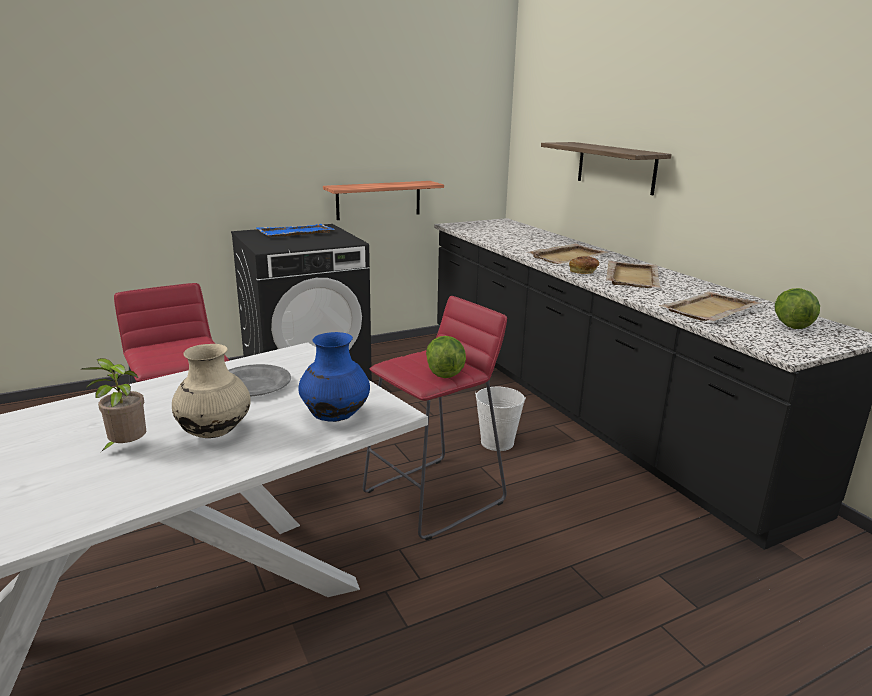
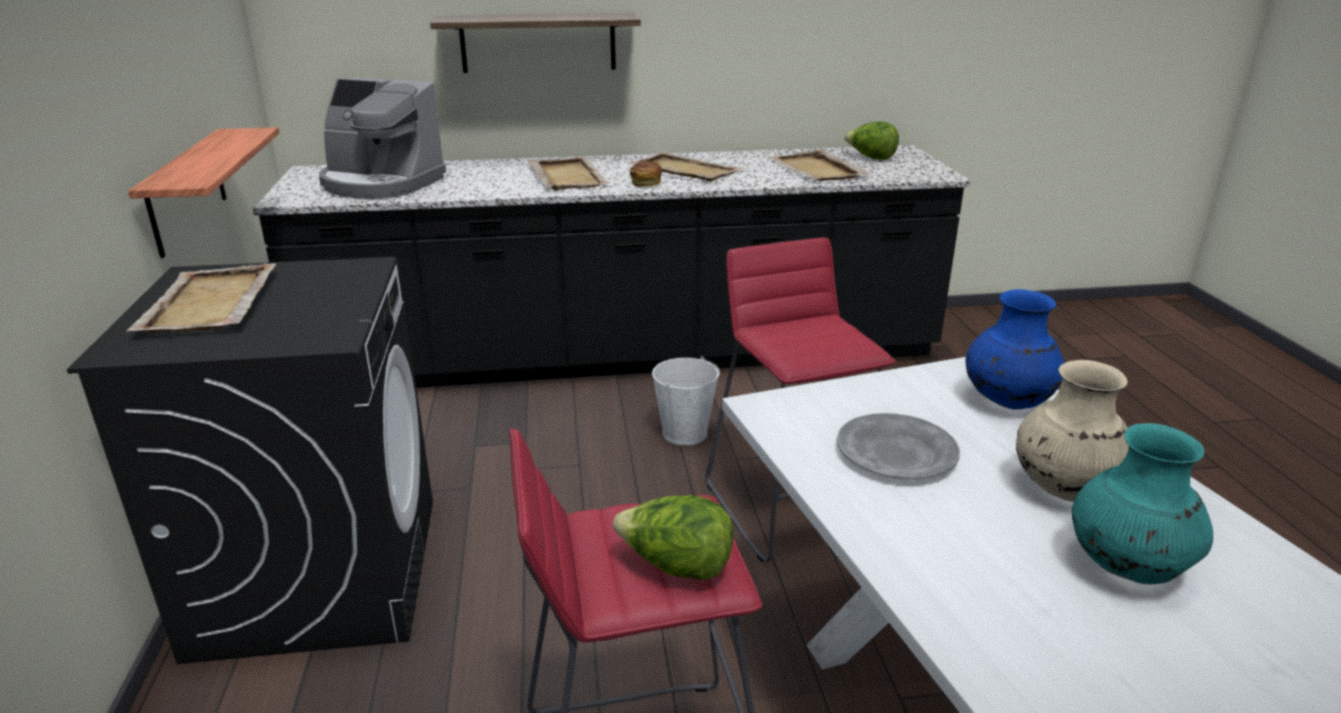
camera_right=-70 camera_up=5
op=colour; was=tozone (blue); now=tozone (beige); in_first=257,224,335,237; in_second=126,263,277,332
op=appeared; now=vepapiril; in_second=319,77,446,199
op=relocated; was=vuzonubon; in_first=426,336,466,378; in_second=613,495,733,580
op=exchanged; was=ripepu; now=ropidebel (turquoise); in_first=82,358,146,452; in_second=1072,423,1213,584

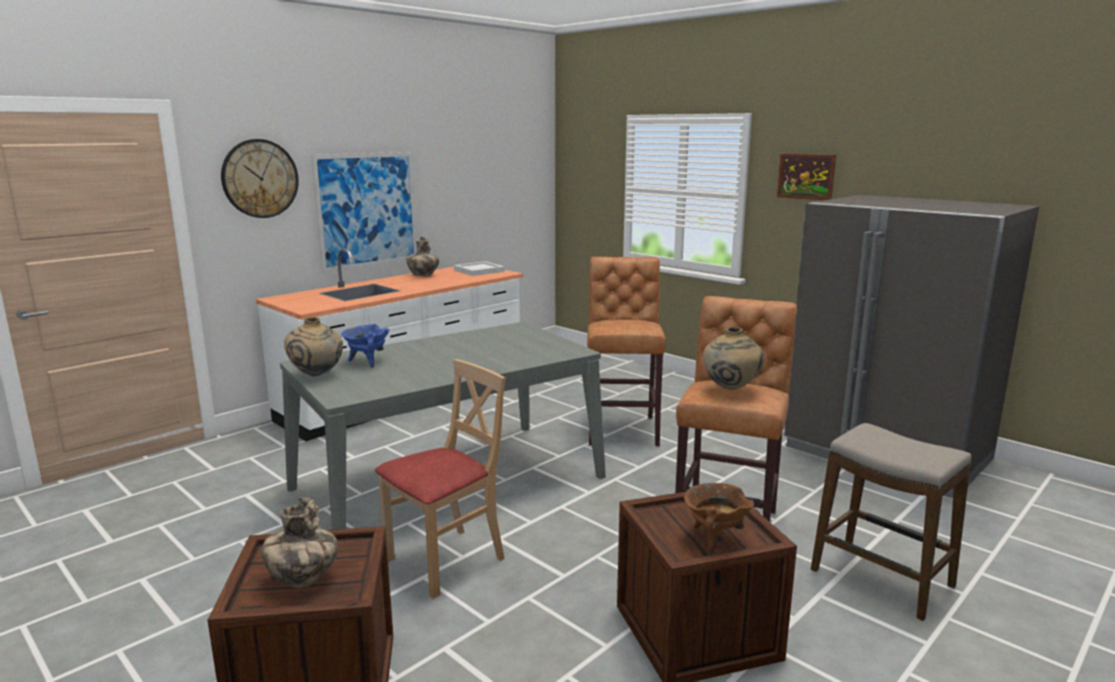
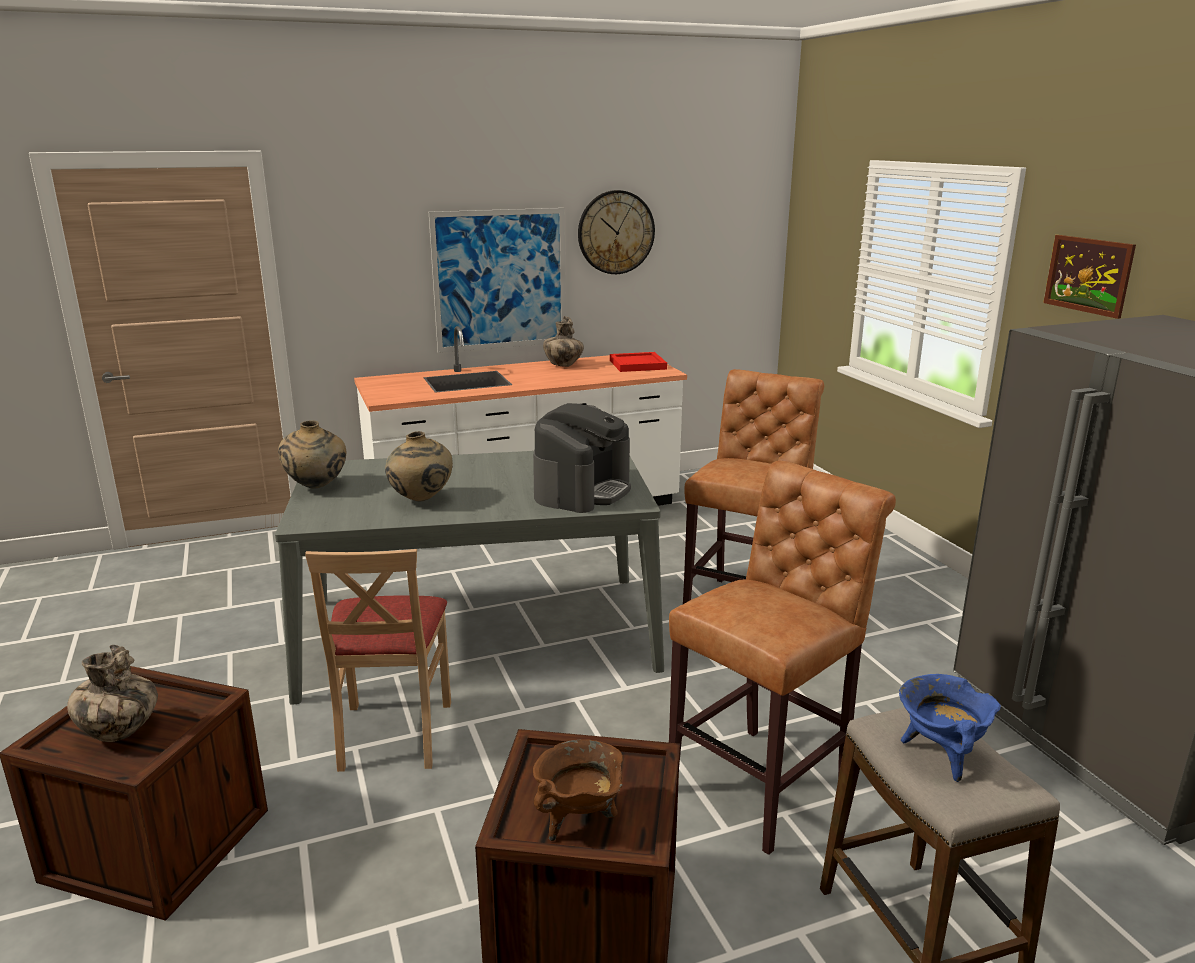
camera_right=25 camera_up=5
op=spun; was=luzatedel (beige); in_first=375,359,505,599; in_second=305,549,451,772; clockwise=105
op=relocated; was=ropidebel (beige); in_first=703,327,765,390; in_second=385,431,453,501
op=appeared; now=vepapiril; in_second=533,403,631,513
op=relocated; was=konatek; in_first=221,139,299,218; in_second=578,190,655,274
op=colour; was=tozone (white); now=tozone (red); in_first=454,261,505,276; in_second=610,352,667,372
op=relocated; was=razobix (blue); in_first=341,324,390,368; in_second=899,674,1001,782

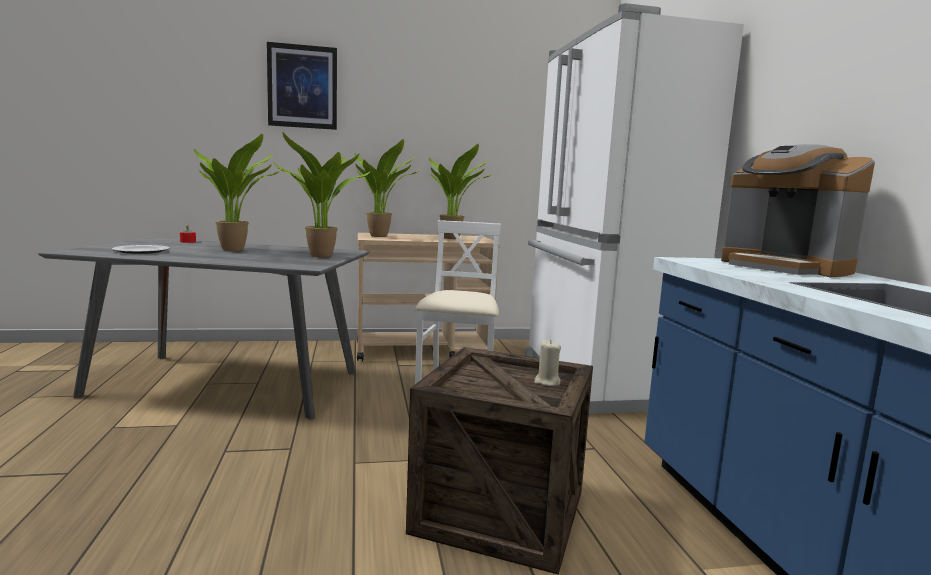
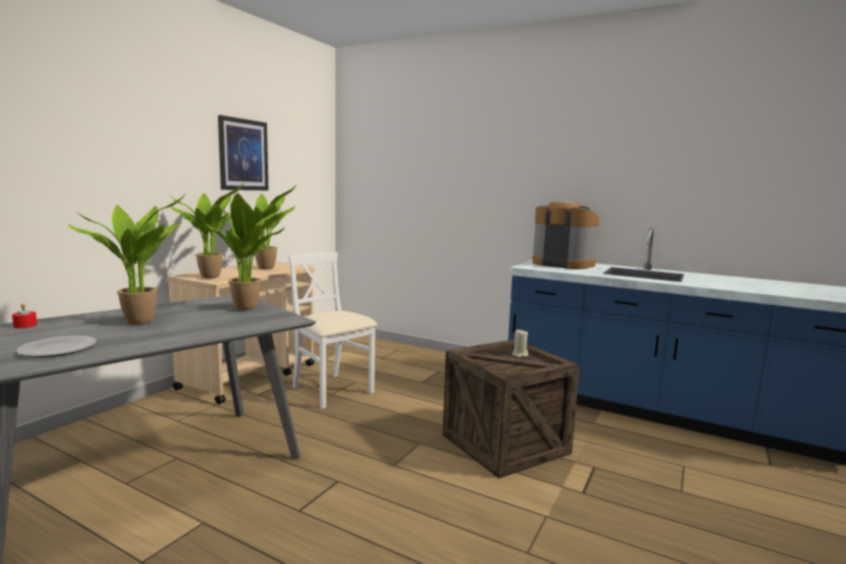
camera_right=-50 camera_up=0
op=relocated; was=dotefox; in_first=267,42,337,130; in_second=218,115,268,190
op=spun; was=vepapiril; in_first=721,144,875,277; in_second=532,200,600,269; clockwise=-150
op=missing; was=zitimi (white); in_first=525,3,744,414

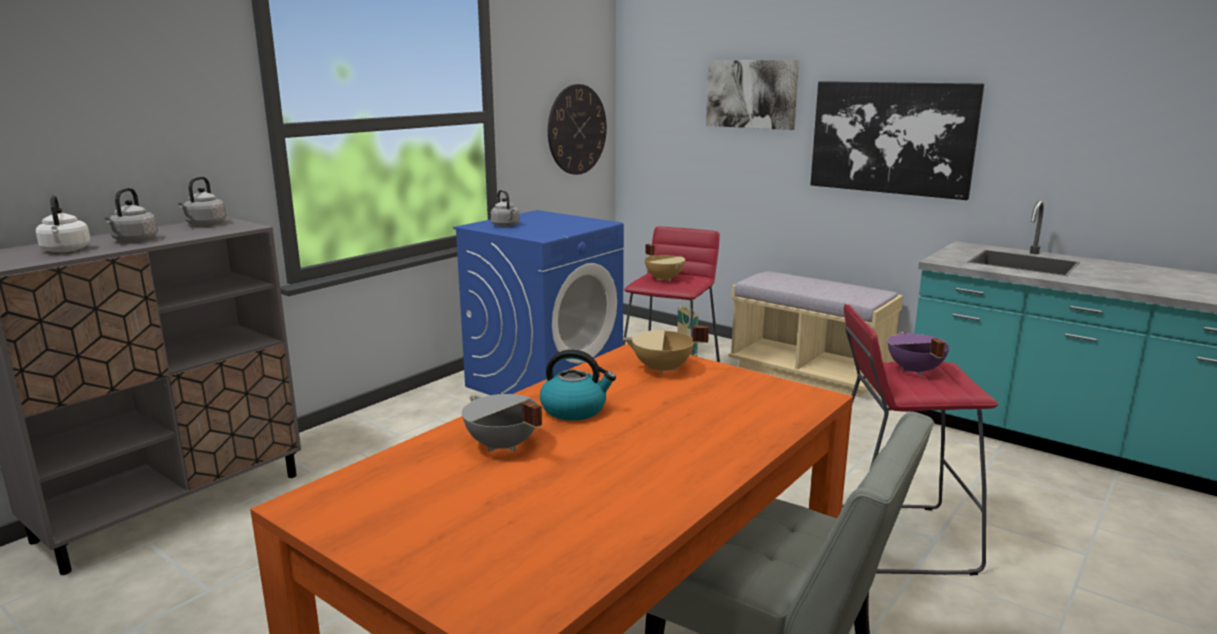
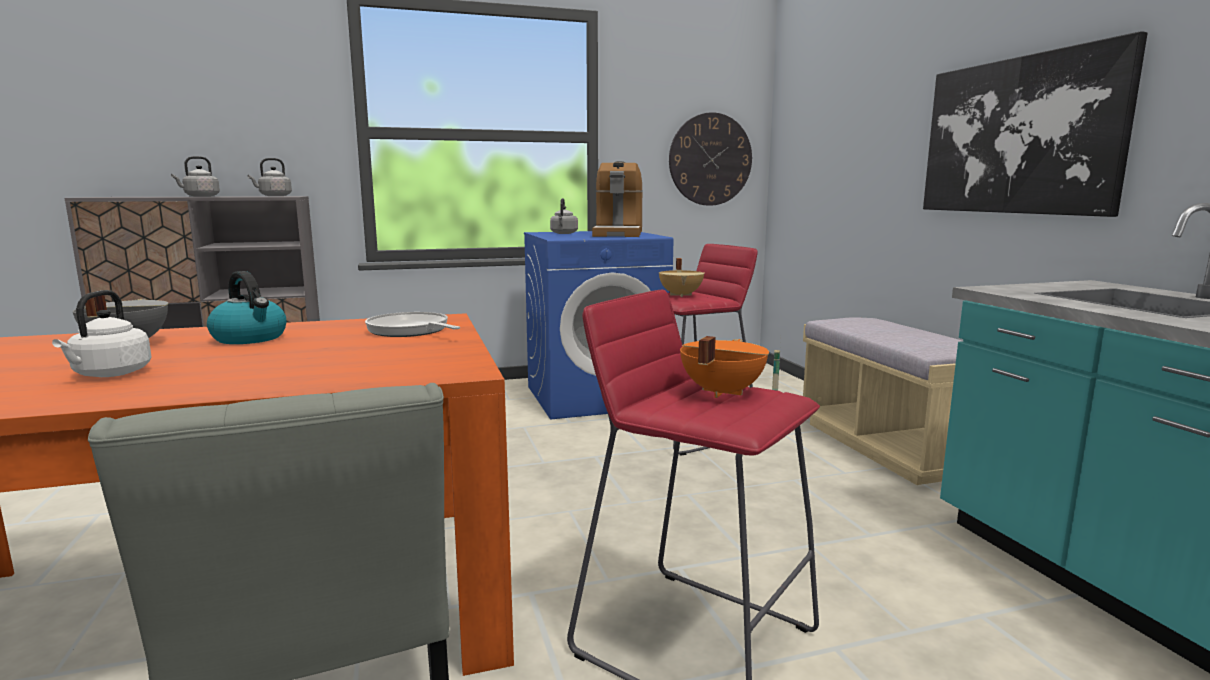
camera_right=35 camera_up=-5
op=relocated; was=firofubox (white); in_first=36,195,91,252; in_second=52,290,152,377
op=exchanged; was=razobix (beige); now=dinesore; in_first=624,325,709,375; in_second=365,312,460,337
op=appeared; now=vepapiril; in_second=592,161,643,237
op=colour; was=razobix (purple); now=razobix (orange); in_first=887,331,950,376; in_second=680,336,769,398
op=missing; was=dotefox; in_first=706,60,799,130

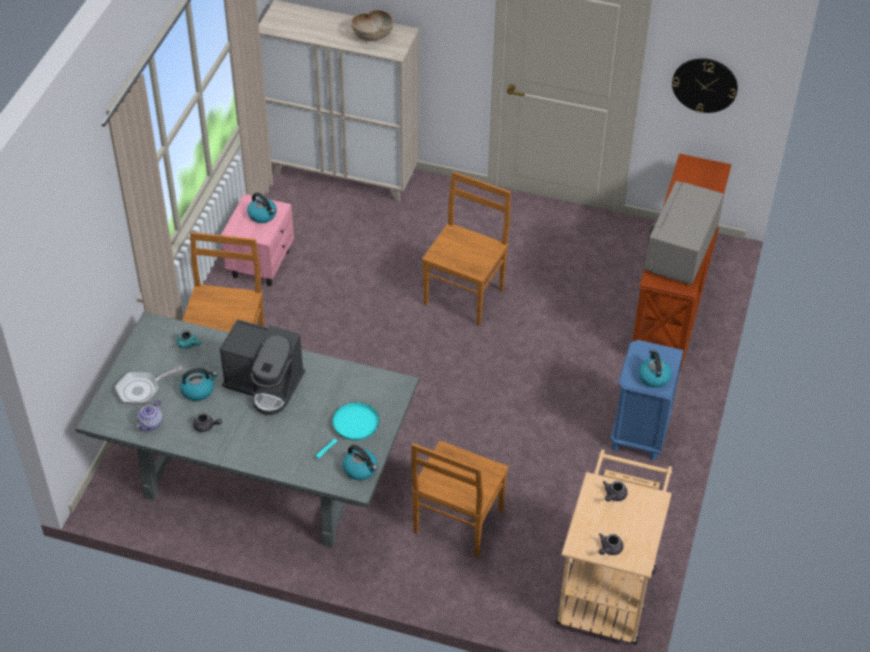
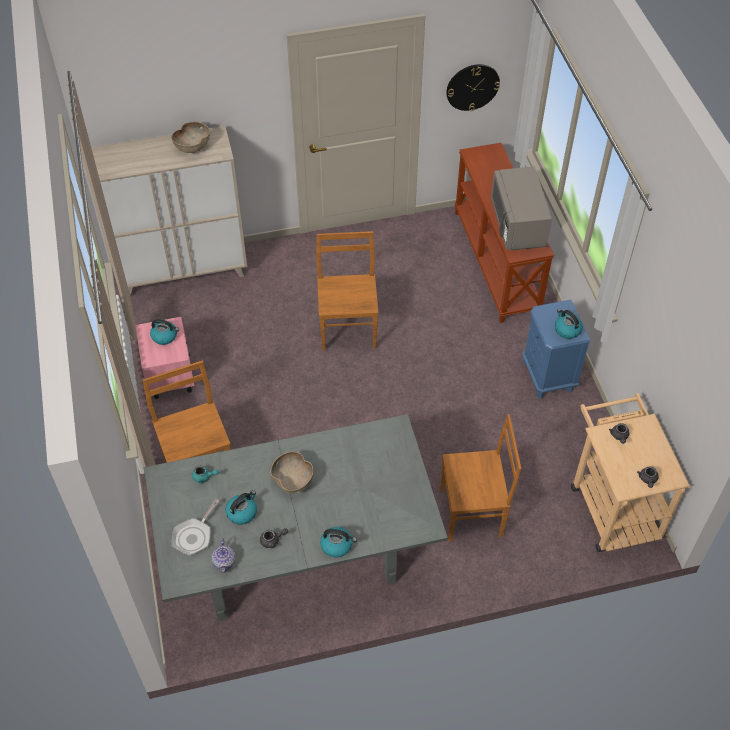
camera_right=-30 camera_up=5
op=exchanged; was=vepapiril; now=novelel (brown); in_first=220,319,305,415; in_second=270,451,314,494
op=relocated; was=firofubox; in_first=342,445,378,480; in_second=320,527,357,557
op=spun; was=luzatedel (brown); in_first=411,441,509,558; in_second=440,414,521,542; clockwise=-90
op=missing; was=dinesore (turquoise); in_first=316,402,379,459

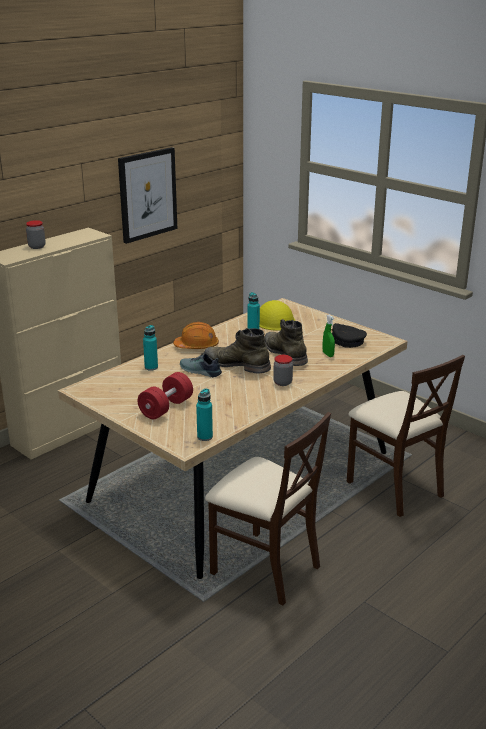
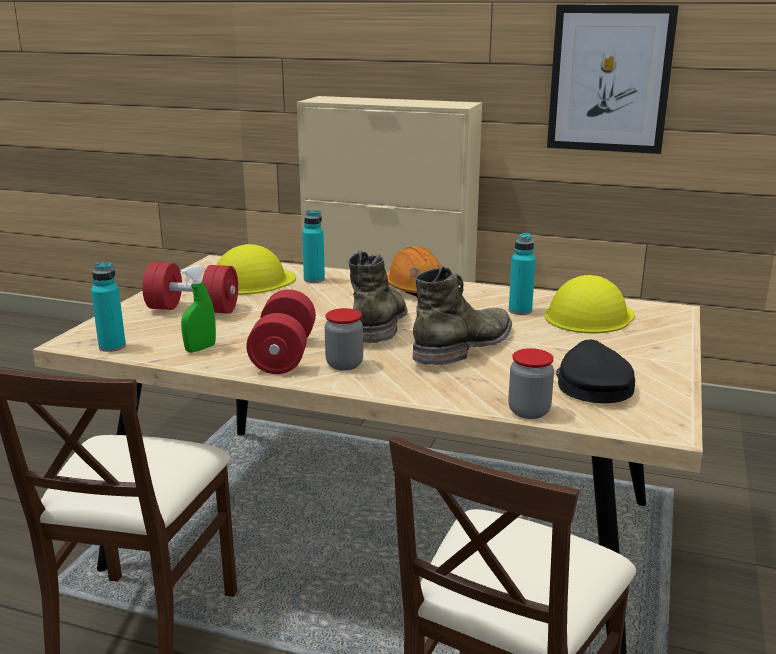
camera_right=65 camera_up=-5
op=relocated; was=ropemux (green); in_first=323,315,335,357; in_second=180,265,216,353
op=appeared; now=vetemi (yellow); in_second=217,244,296,295
op=appeared; now=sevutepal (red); in_second=246,289,316,374
op=relocated; was=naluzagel; in_first=26,220,46,249; in_second=508,348,554,419
op=missing; was=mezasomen; in_first=180,353,222,377

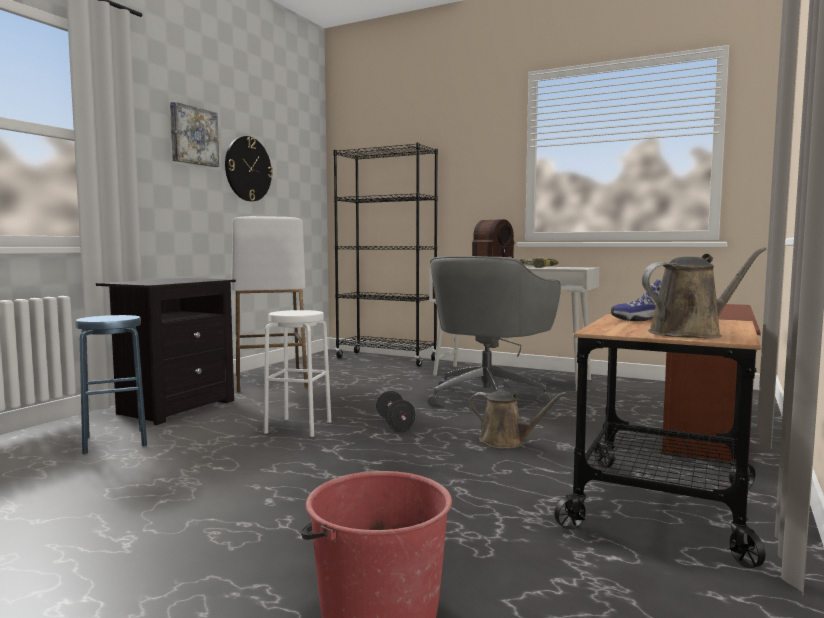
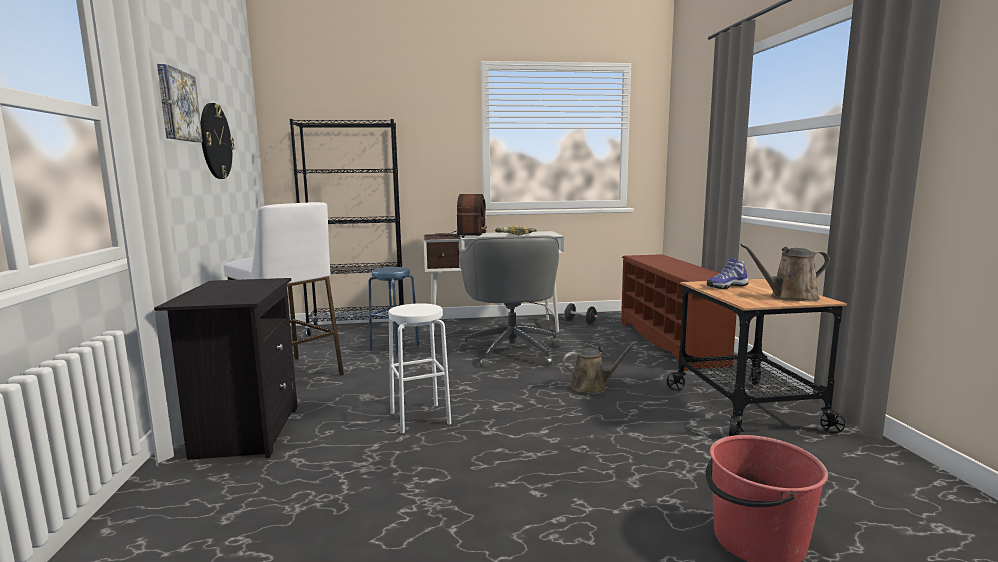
camera_right=-35 camera_up=5
op=relocated; was=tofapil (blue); in_first=75,315,147,454; in_second=369,267,419,356
op=relocated; was=sevutepal (black); in_first=376,391,416,430; in_second=564,303,598,325
op=spun; was=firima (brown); in_first=642,247,766,339; in_second=740,244,830,301; clockwise=-135

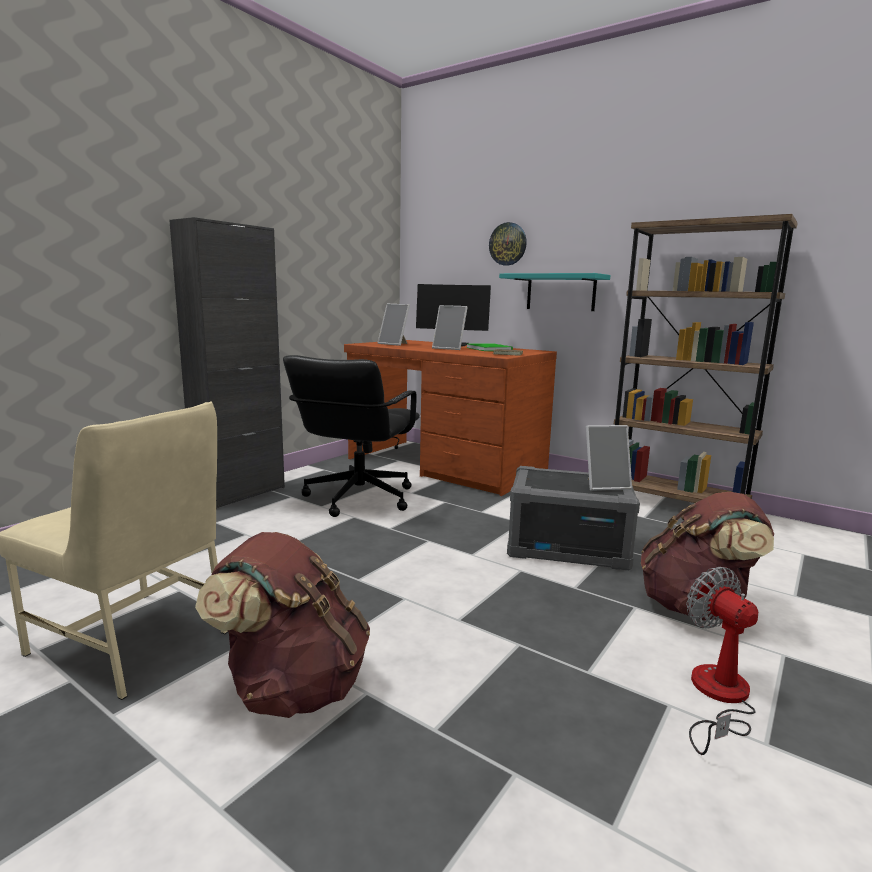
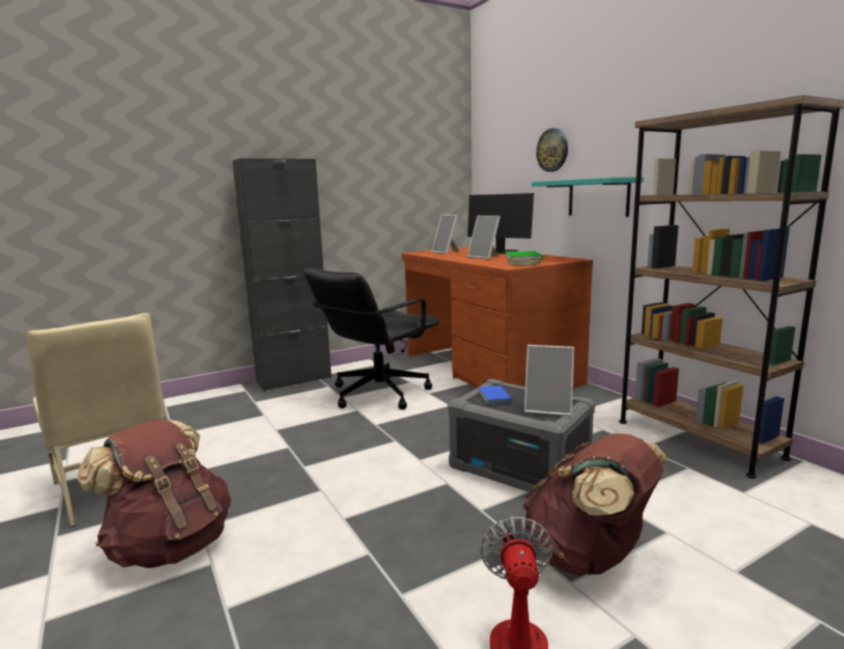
camera_right=25 camera_up=0
op=appeared; now=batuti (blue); in_second=478,385,512,404

